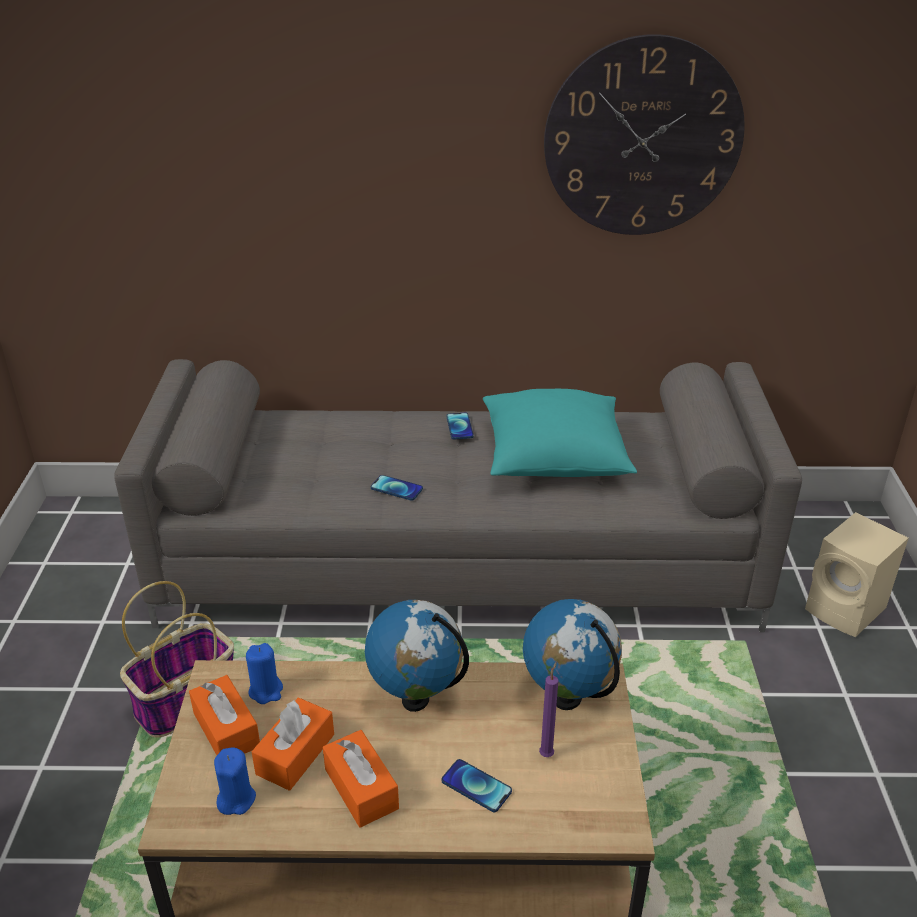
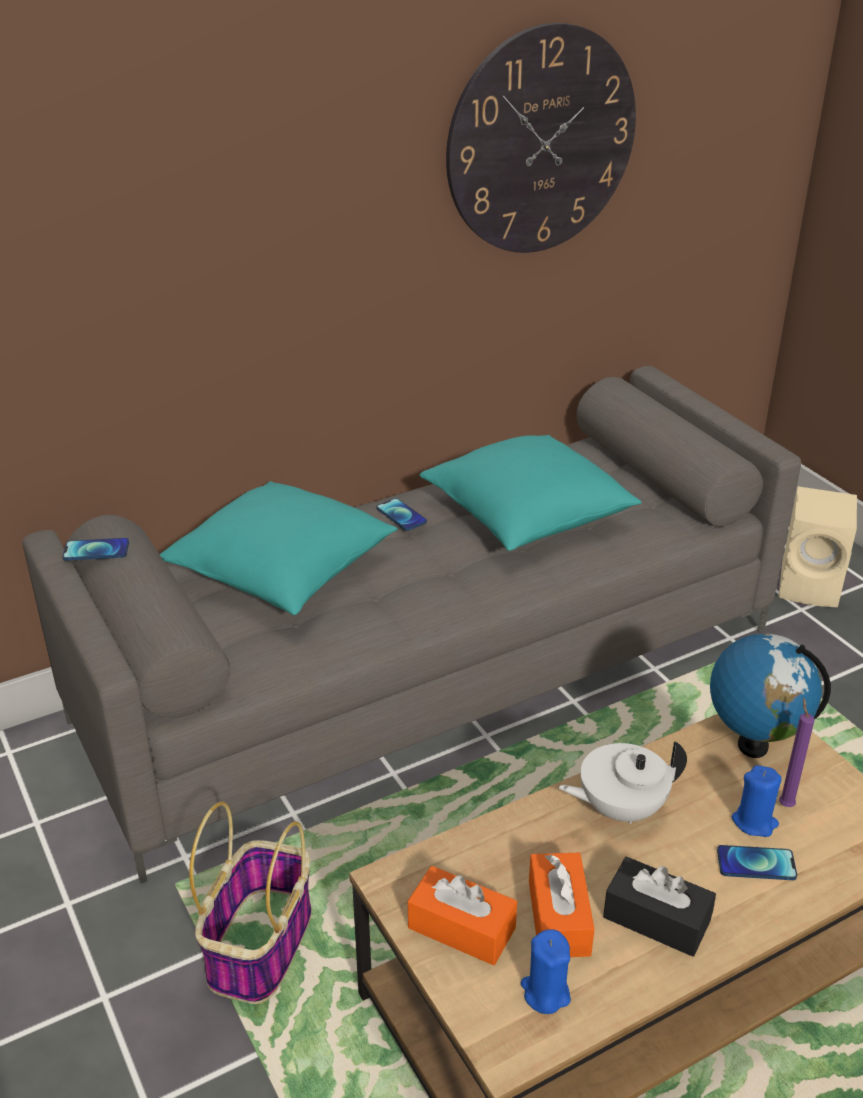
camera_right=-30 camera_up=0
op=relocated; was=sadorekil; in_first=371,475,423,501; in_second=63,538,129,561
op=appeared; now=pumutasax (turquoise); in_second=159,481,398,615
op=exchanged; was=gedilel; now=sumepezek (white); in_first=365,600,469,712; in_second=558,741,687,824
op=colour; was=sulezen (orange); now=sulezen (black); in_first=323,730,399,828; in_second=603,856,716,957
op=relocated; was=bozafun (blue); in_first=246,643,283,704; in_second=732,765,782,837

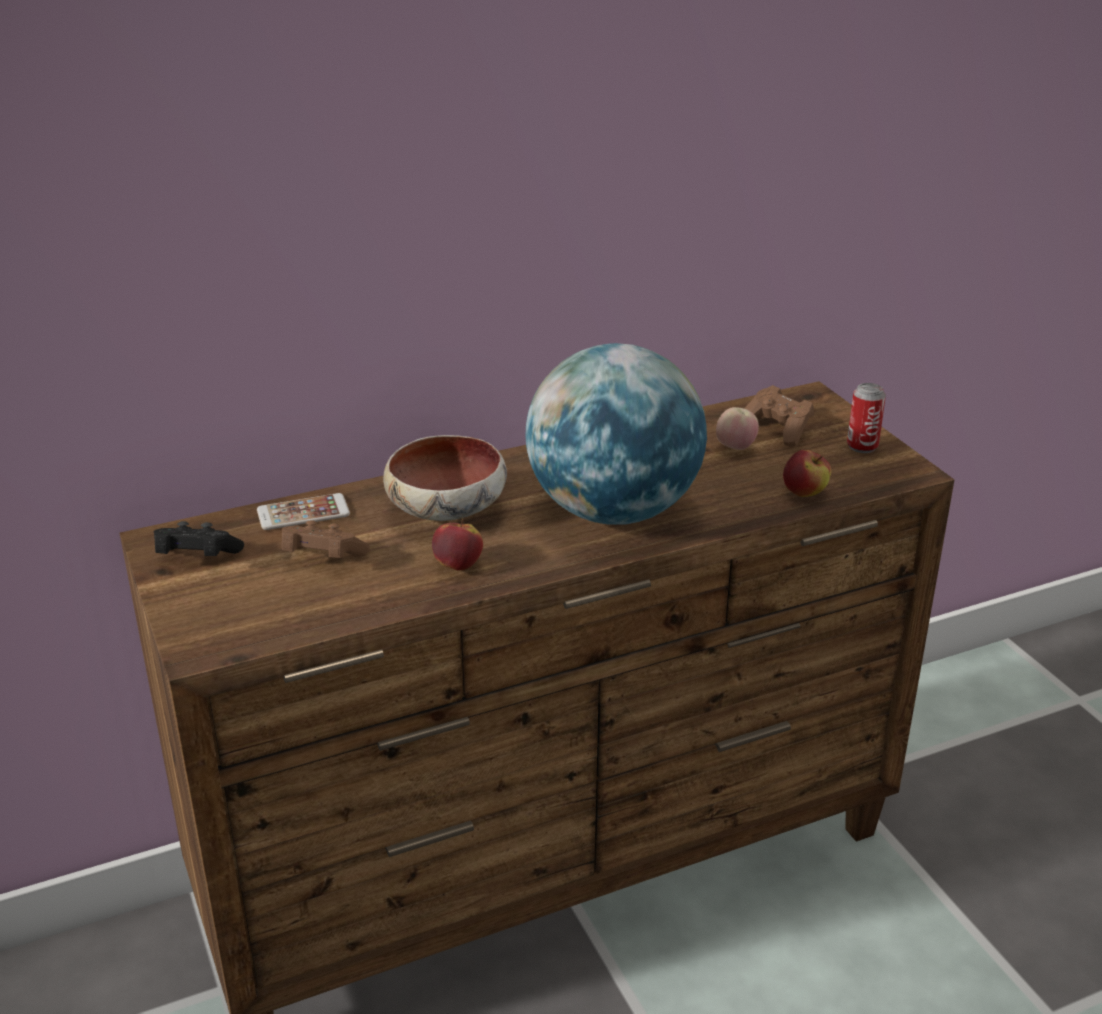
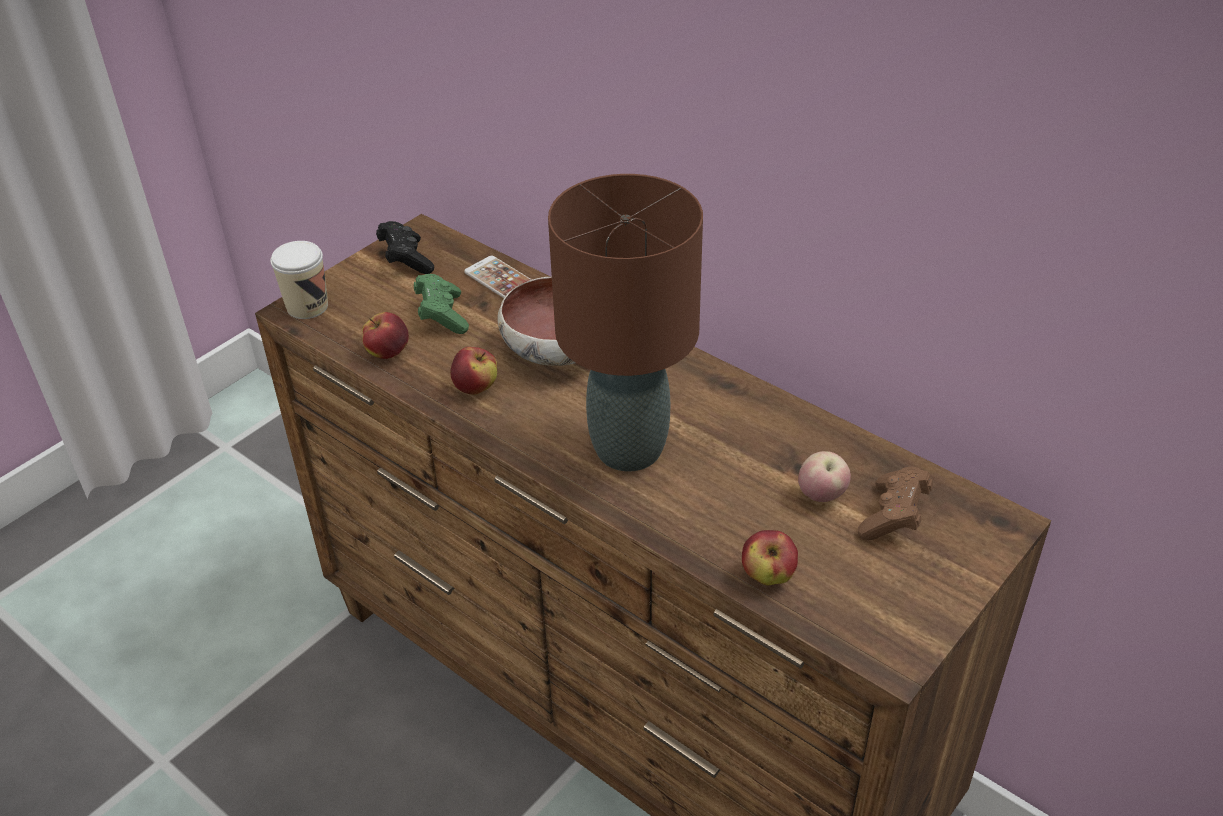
camera_right=65 camera_up=10
op=appeared; now=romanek; in_second=271,241,328,319
op=appeared; now=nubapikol; in_second=362,312,409,359
op=colour; was=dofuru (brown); now=dofuru (green); in_first=282,520,370,558; in_second=414,274,469,334
op=exchanged; was=gedilel; now=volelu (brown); in_first=526,343,707,525; in_second=548,174,703,471
op=missing; was=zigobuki; in_first=847,383,886,453

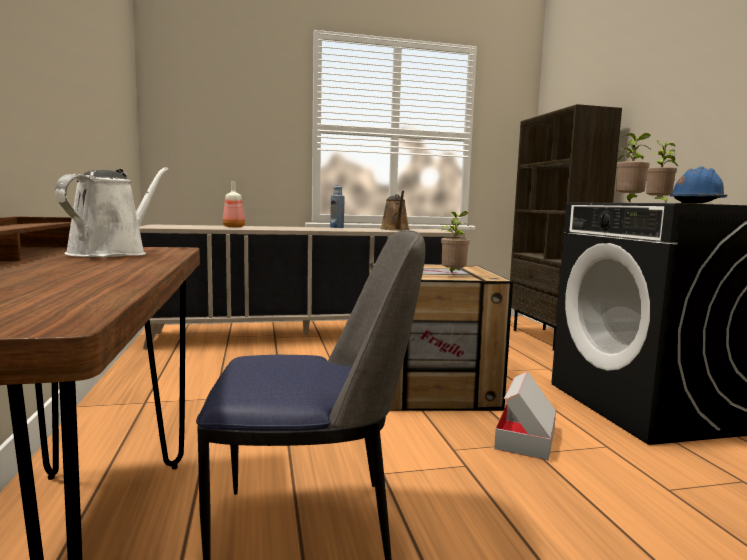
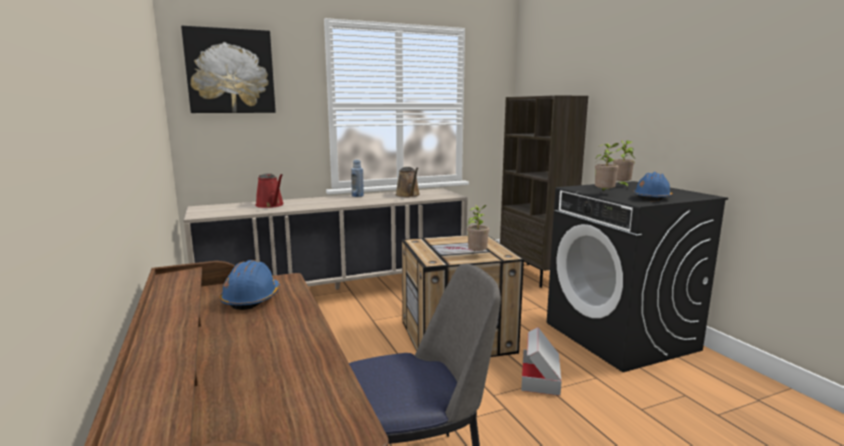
camera_right=-10 camera_up=5
op=appeared; now=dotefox; in_second=181,26,276,113
op=exchanged; was=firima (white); now=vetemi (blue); in_first=55,167,168,257; in_second=220,260,280,310
op=exchanged; was=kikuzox; now=firima (red); in_first=223,181,245,227; in_second=255,173,284,208

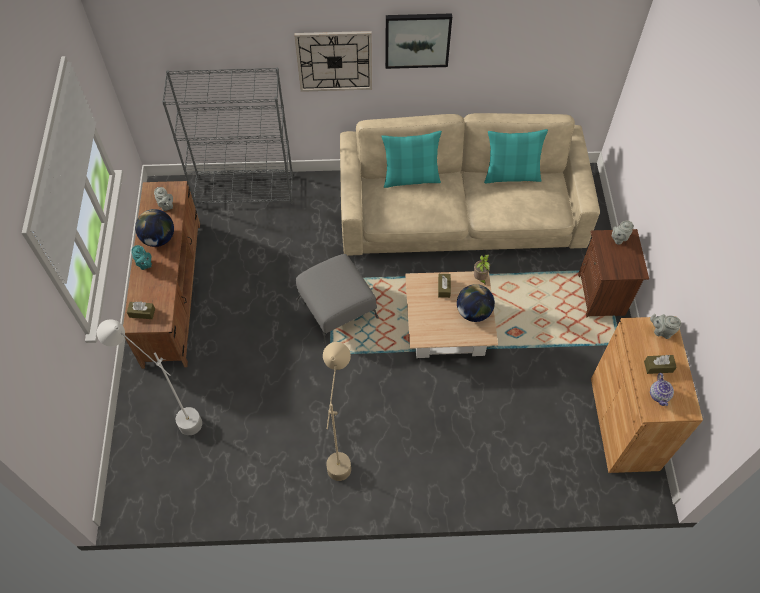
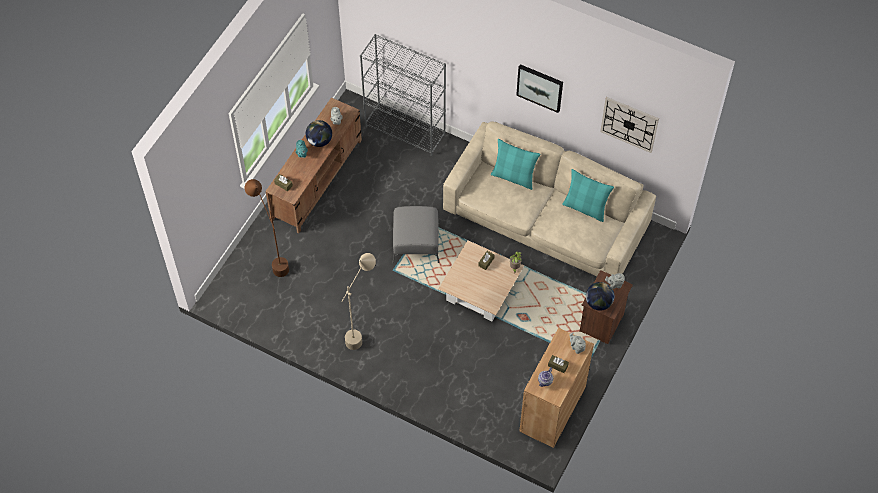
camera_right=30 camera_up=0
op=colour; was=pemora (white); now=pemora (brown); in_first=97,319,202,435; in_second=245,179,289,277
op=relocated; was=gedilel; in_first=457,284,495,322; in_second=586,282,615,311
op=relocated; was=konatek; in_first=294,31,372,92; in_second=600,97,659,153

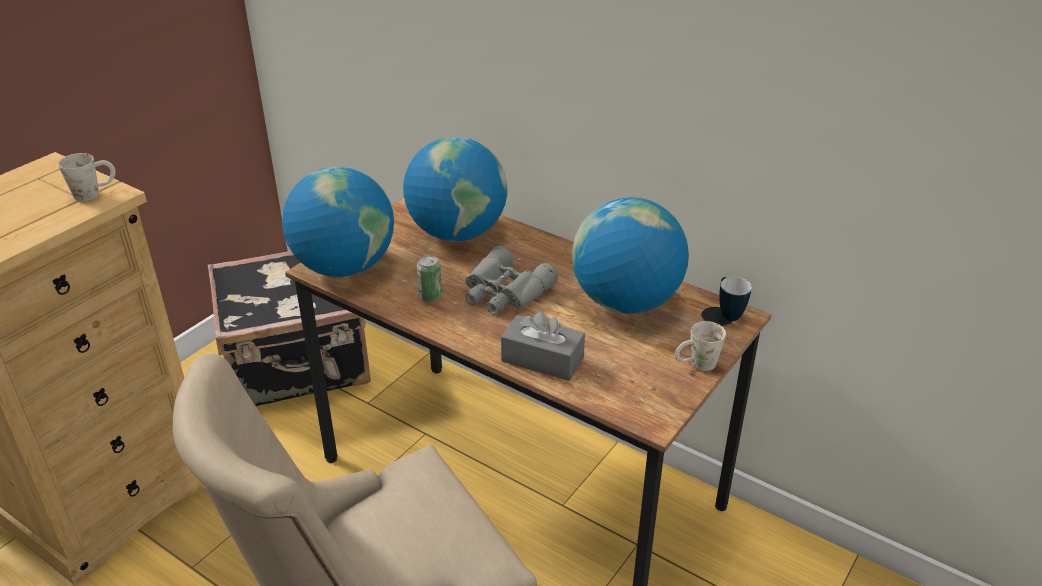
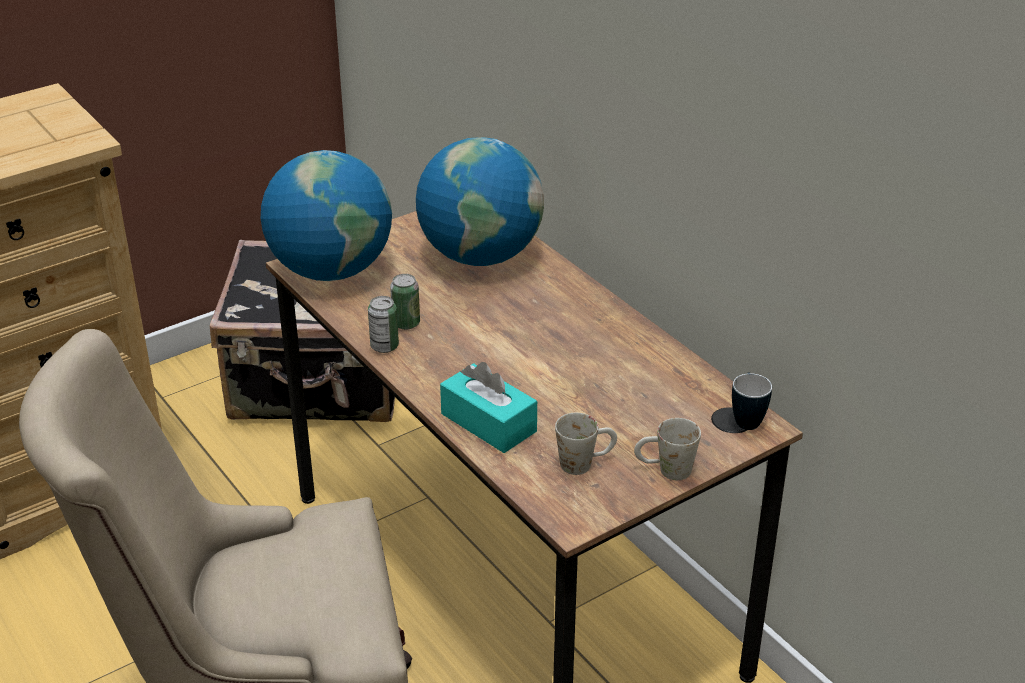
camera_right=20 camera_up=0
op=appeared; now=zigobuki; in_second=368,296,399,353
op=colour; was=sulezen (grey); now=sulezen (turquoise); in_first=501,310,585,381; in_second=440,362,537,453
op=relocated; was=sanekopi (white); in_first=58,153,116,201; in_second=555,413,617,475
op=missing; was=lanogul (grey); in_first=465,245,558,314
op=missing; was=gedilel; in_first=572,197,689,313

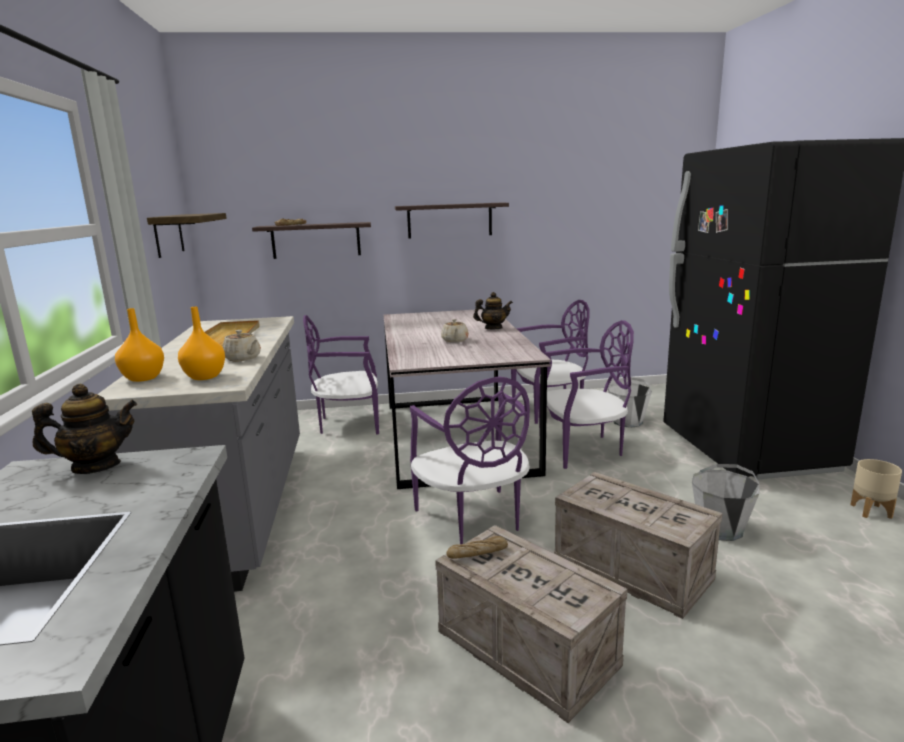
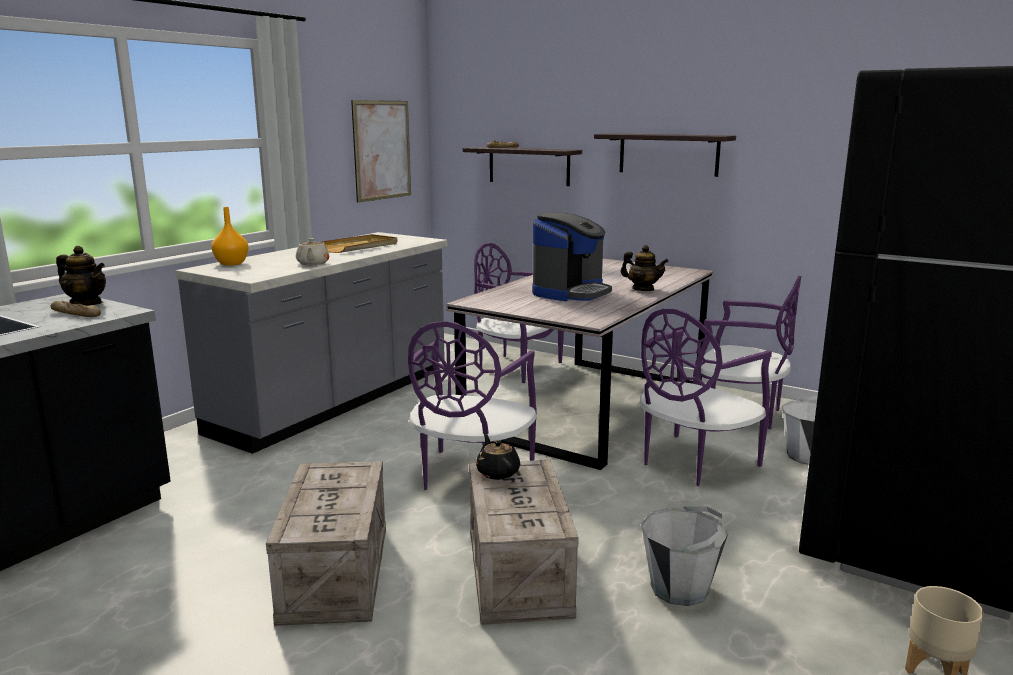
camera_right=40 camera_up=0
op=relocated; was=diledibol; in_first=447,536,508,559; in_second=50,301,101,317
op=exchanged; was=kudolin; now=dotefox; in_first=147,213,227,258; in_second=351,100,411,203
op=appeared; now=sumepezek (black); in_second=476,434,520,480
op=exchanged; was=sumepezek (beige); now=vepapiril; in_first=441,319,469,342; in_second=532,213,612,301
op=spun; was=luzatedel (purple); in_first=539,320,634,469; in_second=639,308,772,486; clockwise=105
op=missing; was=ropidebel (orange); in_first=178,307,225,380

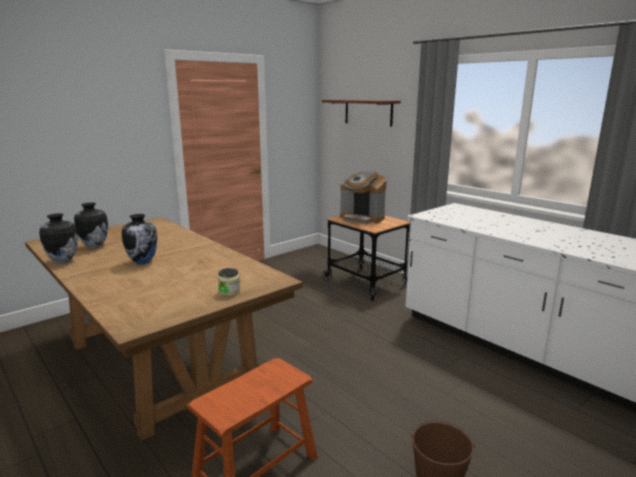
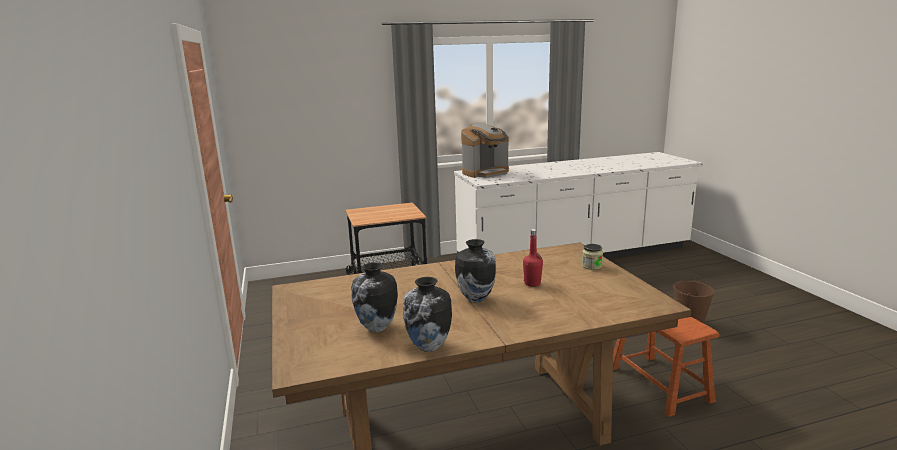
camera_right=-65 camera_up=0
op=relocated; was=vepapiril; in_first=340,171,387,224; in_second=461,123,509,178
op=appeared; now=kikuzox (red); in_second=523,229,543,287
op=missing; was=kudolin; in_first=322,100,401,126

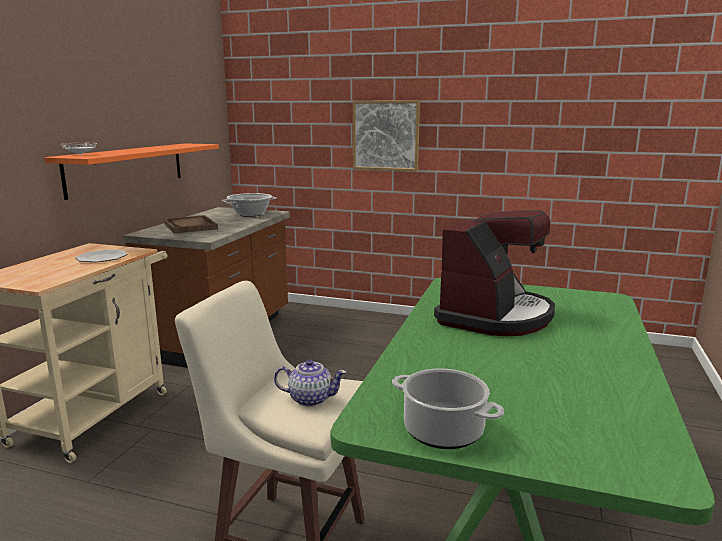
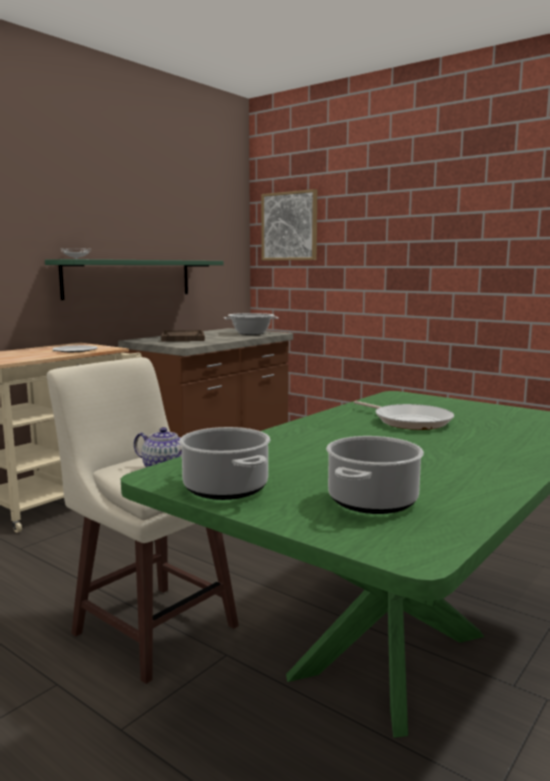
camera_right=20 camera_up=-5
op=colour; was=kudolin (orange); now=kudolin (green); in_first=44,143,219,200; in_second=45,259,224,300
op=relocated; was=dotefox; in_first=353,100,420,171; in_second=261,189,317,260
op=appeared; now=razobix; in_second=326,436,424,514
op=exchanged; was=vepapiril; now=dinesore; in_first=434,210,555,336; in_second=354,401,454,430

